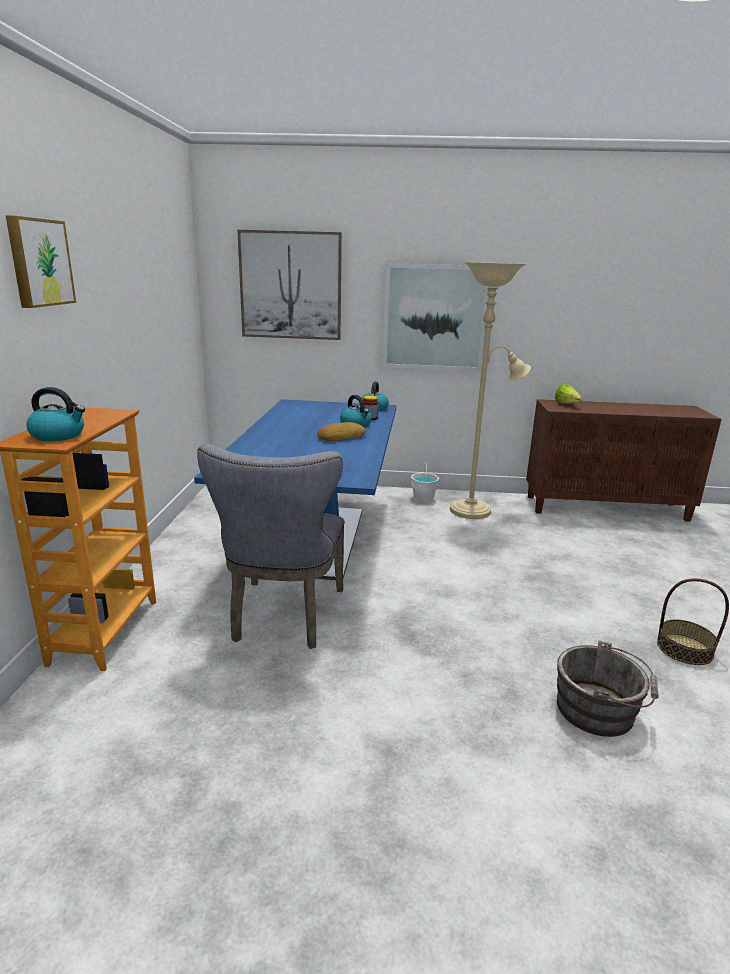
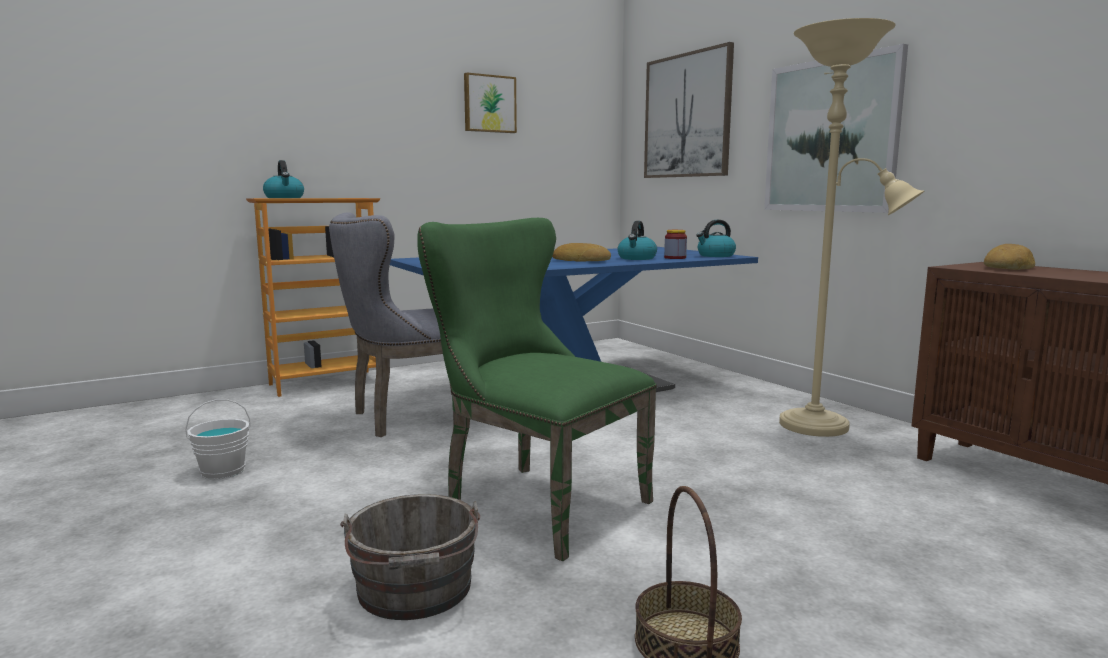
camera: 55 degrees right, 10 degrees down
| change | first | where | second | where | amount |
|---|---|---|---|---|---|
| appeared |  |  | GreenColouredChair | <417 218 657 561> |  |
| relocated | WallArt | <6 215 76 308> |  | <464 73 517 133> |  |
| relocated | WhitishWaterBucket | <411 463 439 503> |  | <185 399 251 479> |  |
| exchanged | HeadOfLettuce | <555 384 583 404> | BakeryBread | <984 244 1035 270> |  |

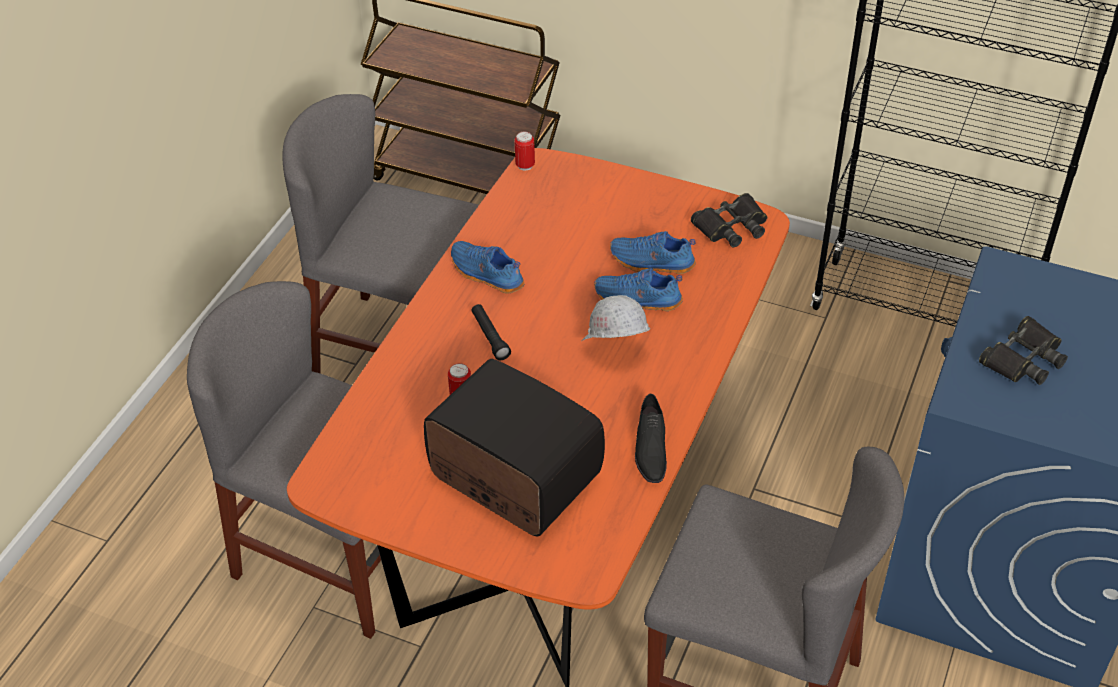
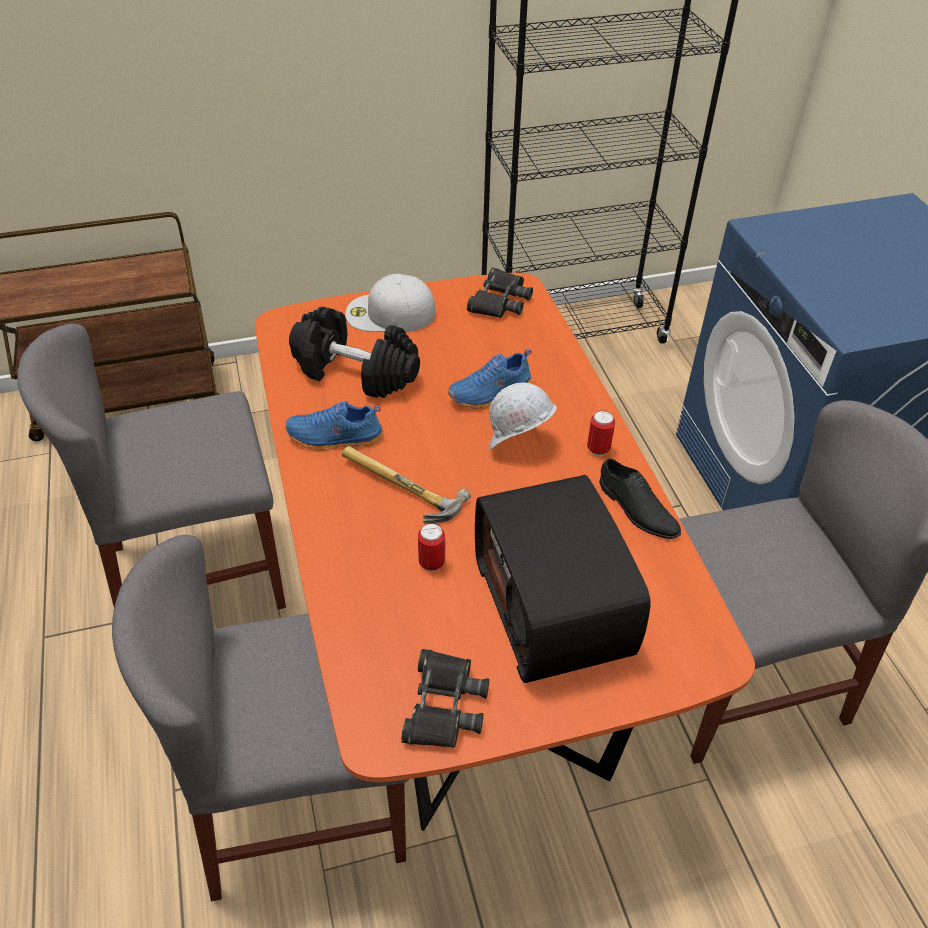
camera: 40 degrees left, 0 degrees up
| change | first | where | second | where | amount |
|---|---|---|---|---|---|
| missing | BluishShoe | <610 231 696 274> |  |  |  |
| appeared |  |  | BlackishFreeWeight | <289 307 420 398> |  |
| appeared |  |  | WhitishPeakedCap | <345 274 435 332> |  |
| relocated | Can | <515 132 535 171> |  | <587 411 615 456> |  |
| relocated | BlackishBinoculars | <979 316 1068 385> |  | <401 649 489 748> |  |
| exchanged | BlackishTorch | <471 304 511 360> | HandHammer | <342 446 471 524> |  |
| spun | RadioReceiver | <424 359 605 537> |  | <475 475 651 683> | 105 degrees counterclockwise |

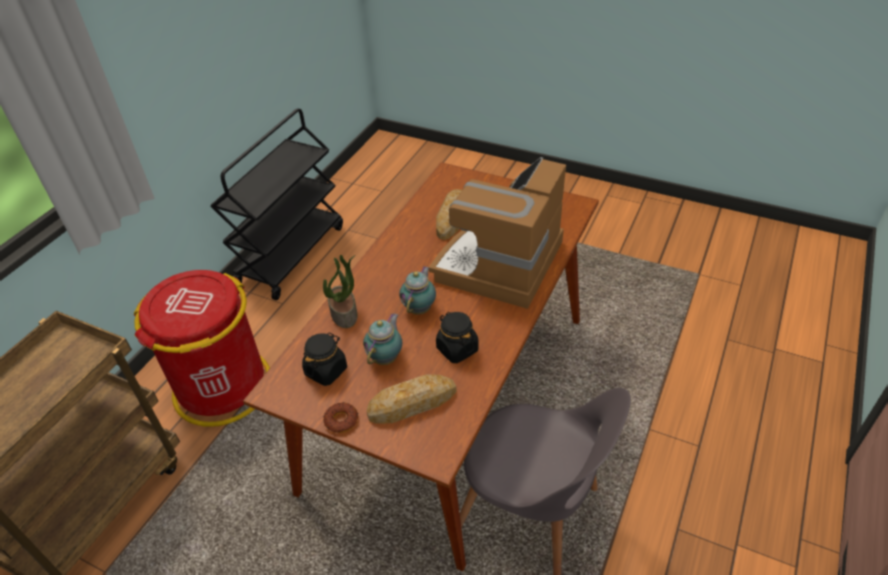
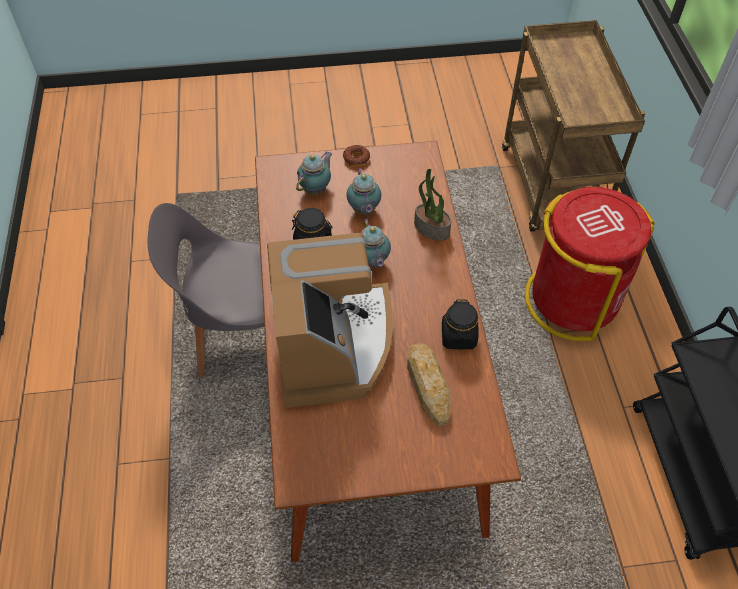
camera: 145 degrees right, 10 degrees up
| change | first | where | second | where | amount |
|---|---|---|---|---|---|
| relocated | BlackishStorageJar | <302 332 347 386> |  | <442 299 479 349> |  |
| exchanged | BakeryBread | <366 375 457 424> | PotForTea | <296 151 332 195> |  |

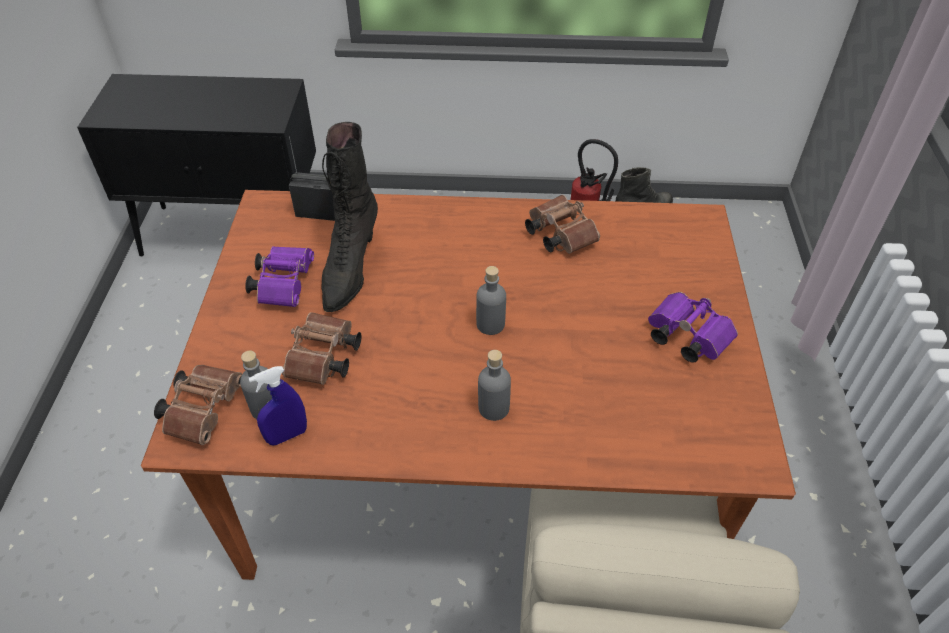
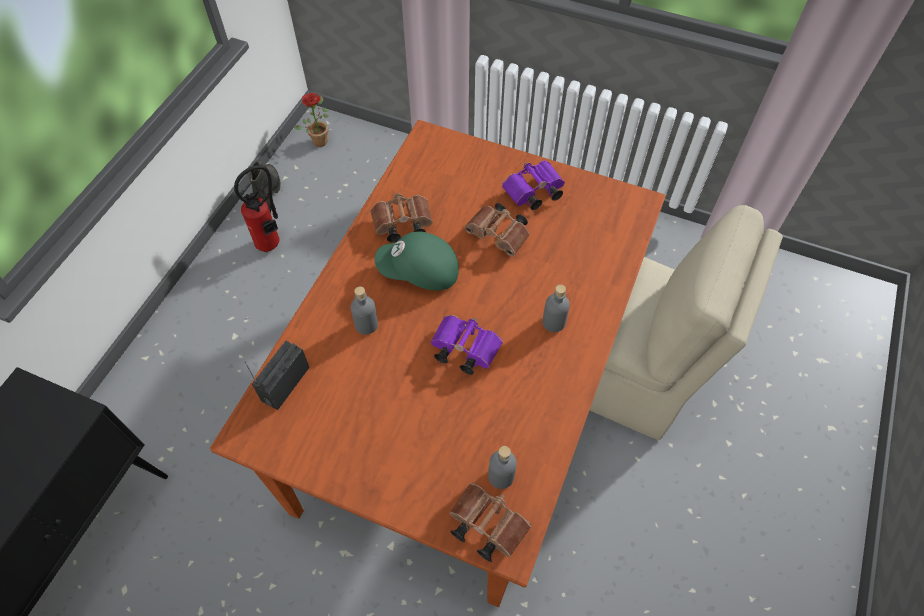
camera: 70 degrees left, 10 degrees up
| change | first | where | second | where | amount |
|---|---|---|---|---|---|
| missing | BluishHandSprayer | <249 366 307 445> |  |  |  |
| missing | BlackishBoot | <322 122 378 312> |  |  |  |
| appeared |  |  | PlantInAPot | <295 93 329 147> |  |
| appeared |  |  | GreenColouredPeakedCap | <374 231 459 291> |  |
| relocated | PurplishBinoculars | <245 246 314 307> |  | <431 315 503 375> |  |
| relocated | BrownishBinoculars | <282 313 362 385> |  | <465 203 530 256> |  |
| relocated | GreyishBeverageBottle | <476 266 506 335> |  | <351 287 378 335> |  |

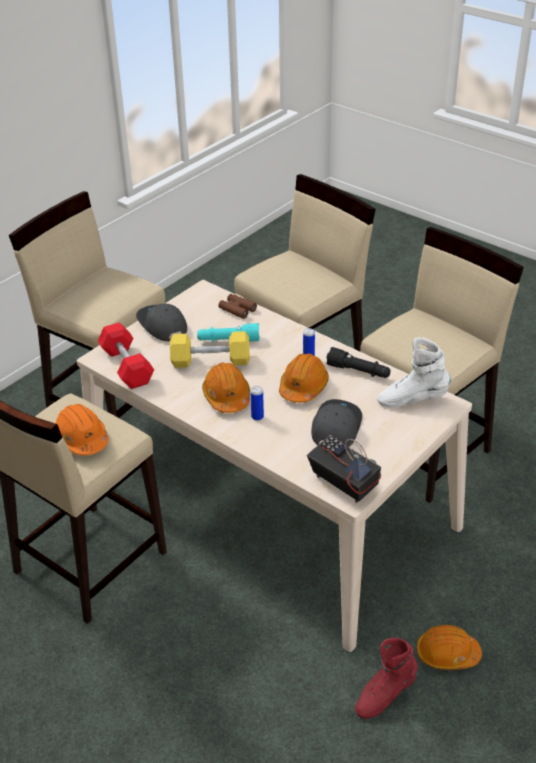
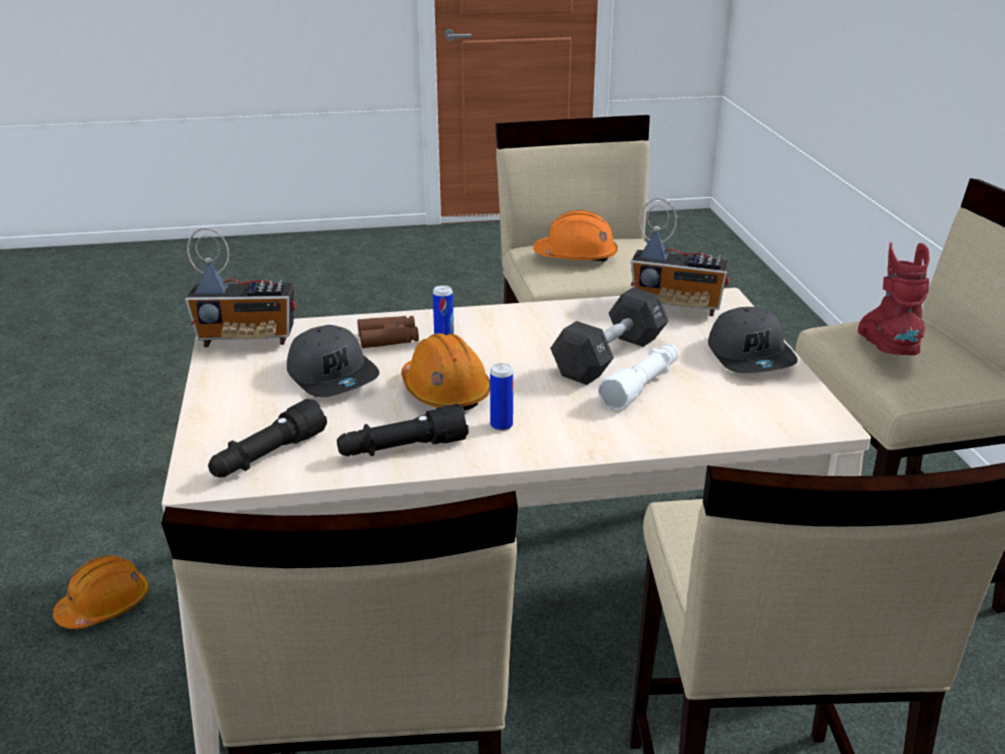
camera: 130 degrees right, 10 degrees down
| change | first | where | second | where | amount |
|---|---|---|---|---|---|
| missing | OrangeColouredSafetyHelmet | <202 363 250 413> |  |  |  |
| relocated | BrownishBinoculars | <218 294 257 319> |  | <357 316 419 348> |  |
| relocated | RedColouredBoot | <355 638 418 719> |  | <858 242 930 355> |  |
| exchanged | RedColouredFreeWeight | <98 322 154 389> | RadioReceiver | <631 198 729 316> |  |
| exchanged | WhitishBoot | <377 337 451 408> | BlackishTorch | <208 399 327 477> |  |
| colour | YellowishFreeWeight | <170 331 250 368> | BlackishFreeWeight | <550 287 669 385> |  |
| colour | TurquoiseTorch | <197 323 260 342> | WhitishTorch | <598 344 678 410> |  |
| spun | GreyishPeakedCap | <136 304 187 341> |  | <708 307 798 373> | 75 degrees clockwise |

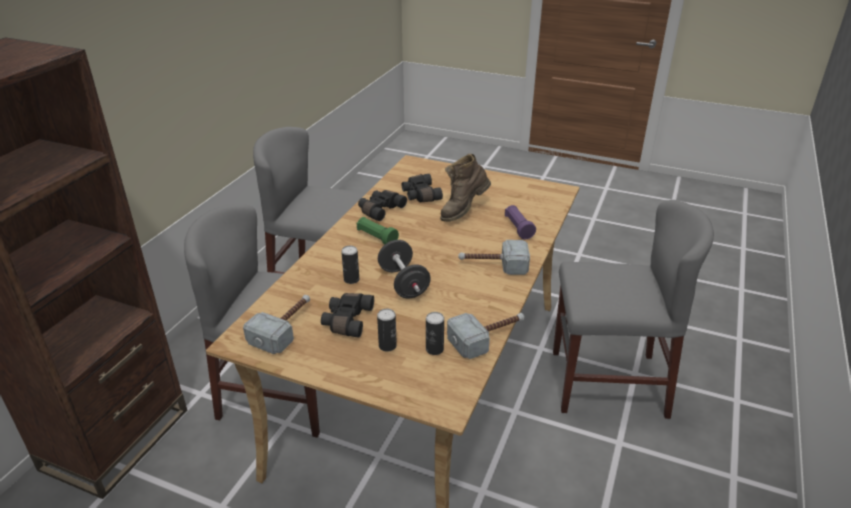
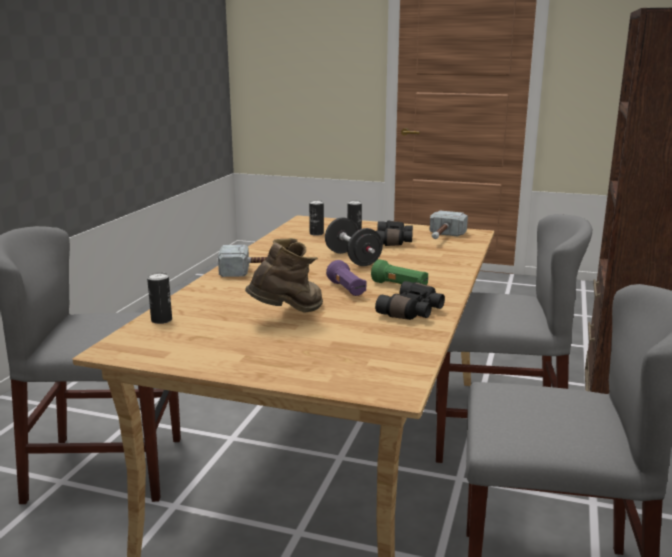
camera: 175 degrees right, 15 degrees down
| change | first | where | second | where | amount |
|---|---|---|---|---|---|
| missing | BlackishBinoculars | <401 174 443 202> |  |  |  |
| missing | HandHammer | <447 313 525 359> |  |  |  |
| relocated | Can | <341 246 359 284> |  | <147 272 172 324> |  |
| relocated | PurplishTorch | <505 205 536 239> |  | <326 260 366 296> |  |

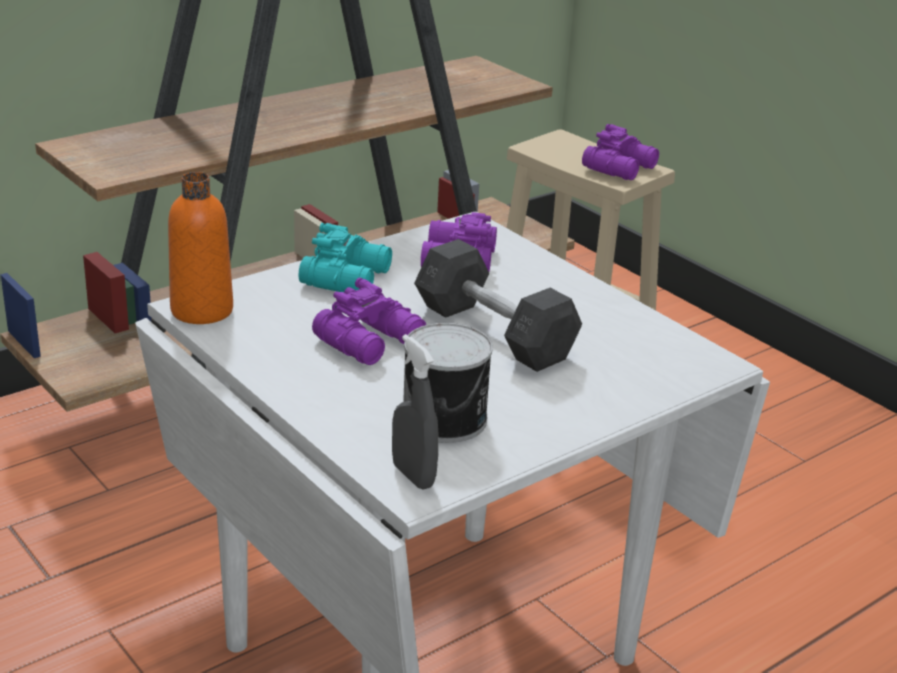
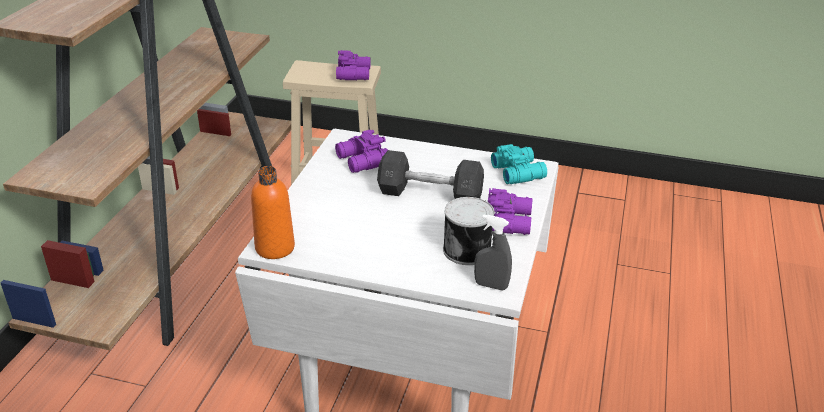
camera: 35 degrees left, 5 degrees up
| change | first | where | second | where | amount |
|---|---|---|---|---|---|
| relocated | TurquoiseBinoculars | <299 223 392 292> |  | <491 144 547 184> |  |
| relocated | PurplishBinoculars | <312 278 426 365> |  | <488 188 533 235> |  |

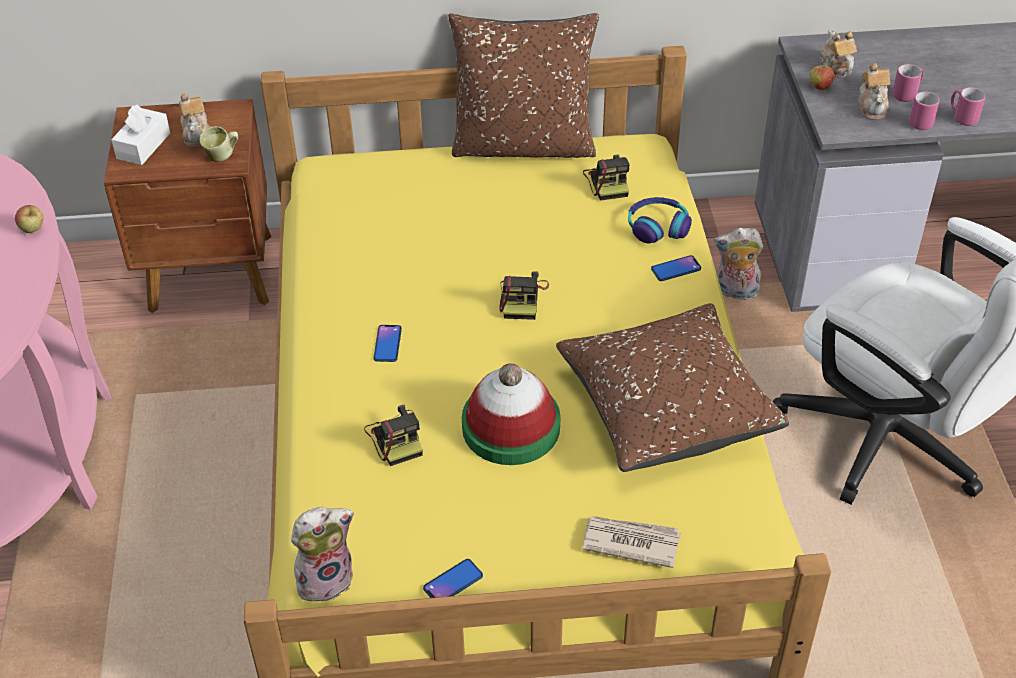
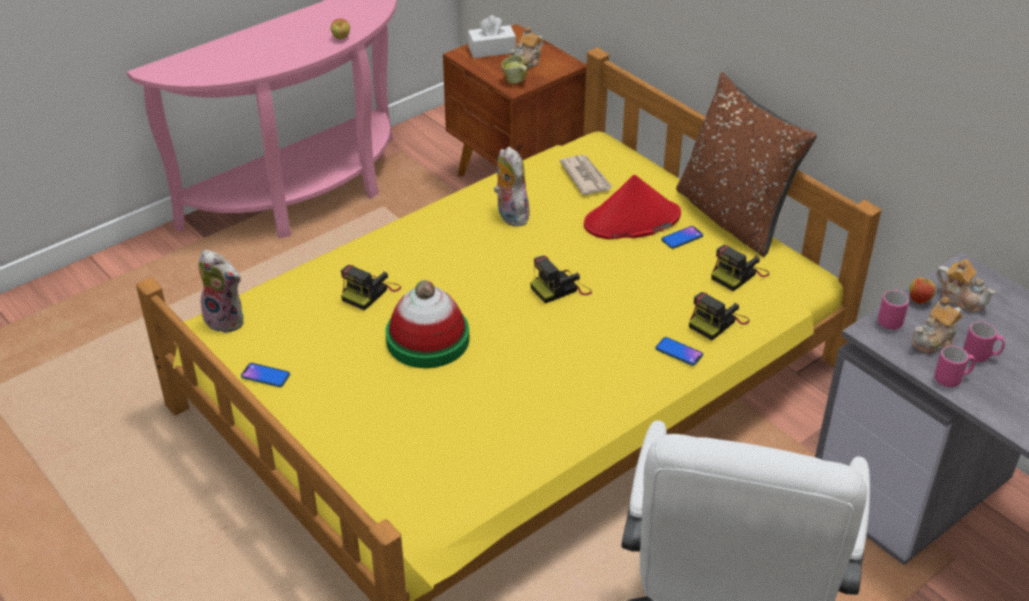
camera: 55 degrees right, 5 degrees down
| change | first | where | second | where | amount |
|---|---|---|---|---|---|
| missing | BrownishPillow | <556 303 789 472> |  |  |  |
| appeared |  |  | RedColouredClothingHat | <584 175 681 239> |  |
| relocated | Handset | <373 325 402 362> |  | <661 226 703 249> |  |
| relocated | Newspaper | <583 516 681 568> |  | <560 155 613 195> |  |
| relocated | SoftToy | <714 228 763 300> |  | <494 147 530 226> |  |
| relocated | PinkishTeaMug | <951 87 986 126> |  | <878 290 909 330> |  |
| exchanged | PairOfHeadphones | <628 197 692 243> | PhotoCamera | <689 292 750 340> |  |
| spun | PotForTea | <820 29 857 78> |  | <936 259 996 313> | 90 degrees clockwise |

